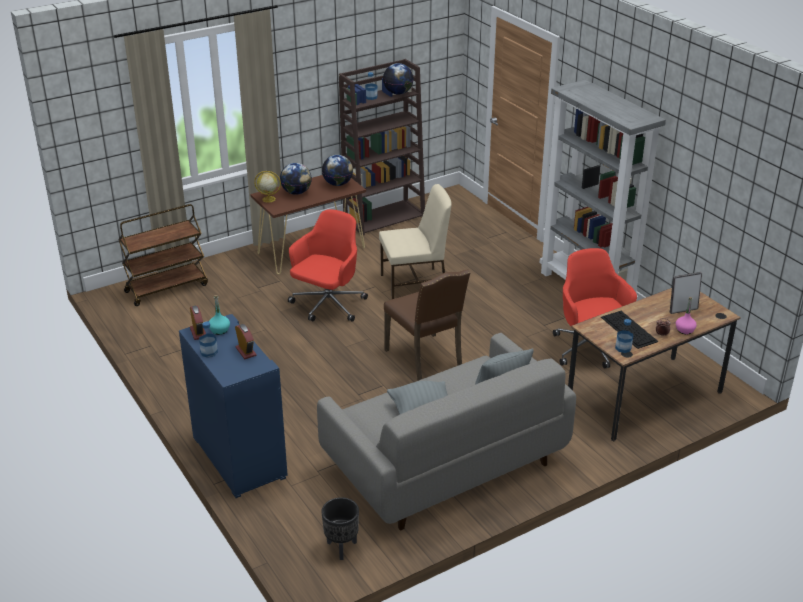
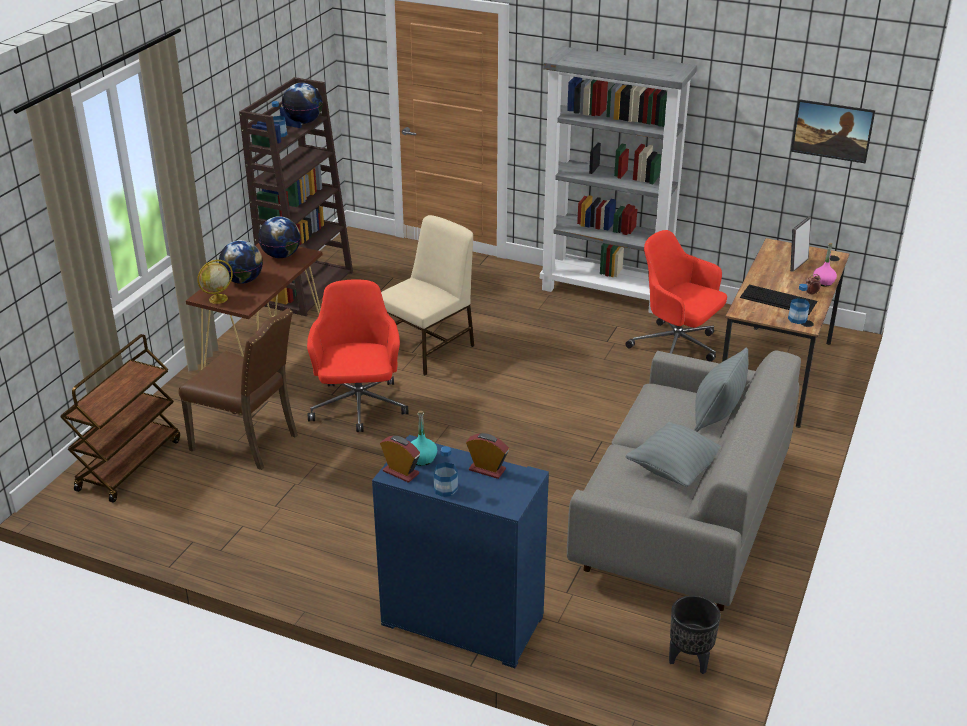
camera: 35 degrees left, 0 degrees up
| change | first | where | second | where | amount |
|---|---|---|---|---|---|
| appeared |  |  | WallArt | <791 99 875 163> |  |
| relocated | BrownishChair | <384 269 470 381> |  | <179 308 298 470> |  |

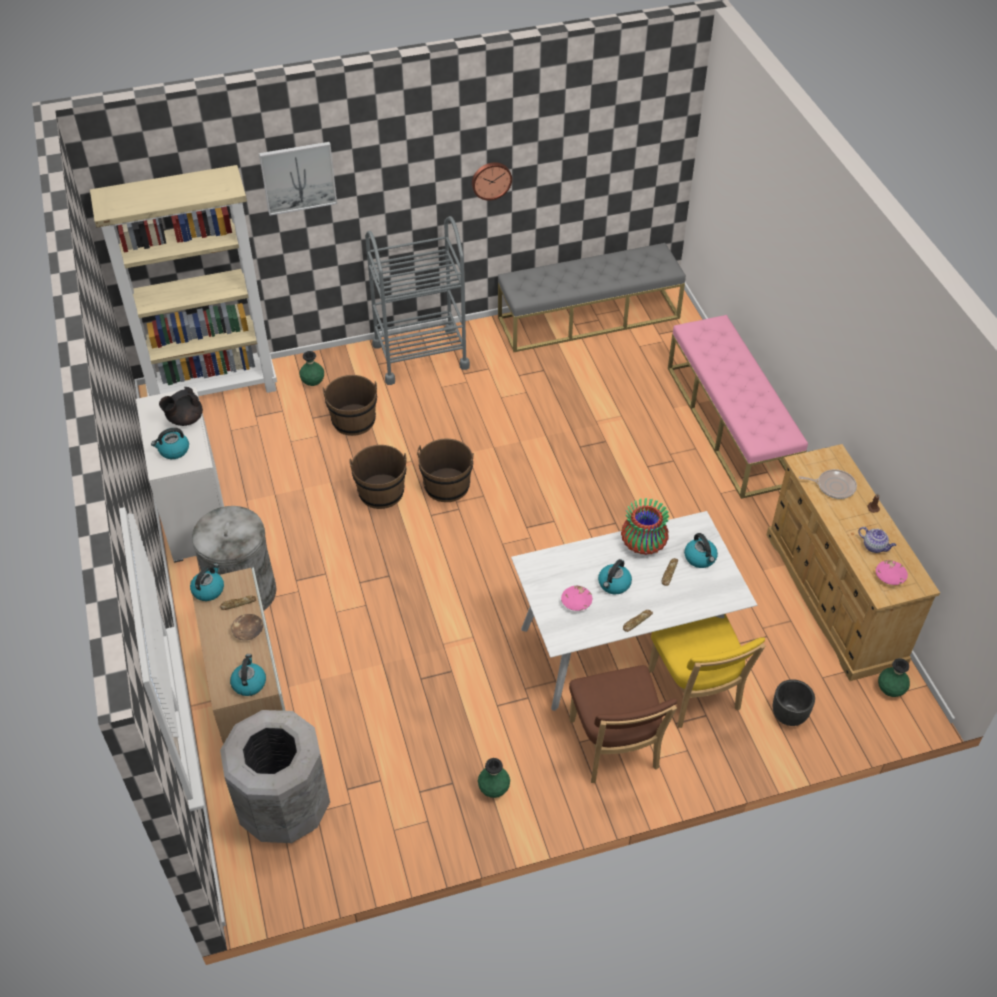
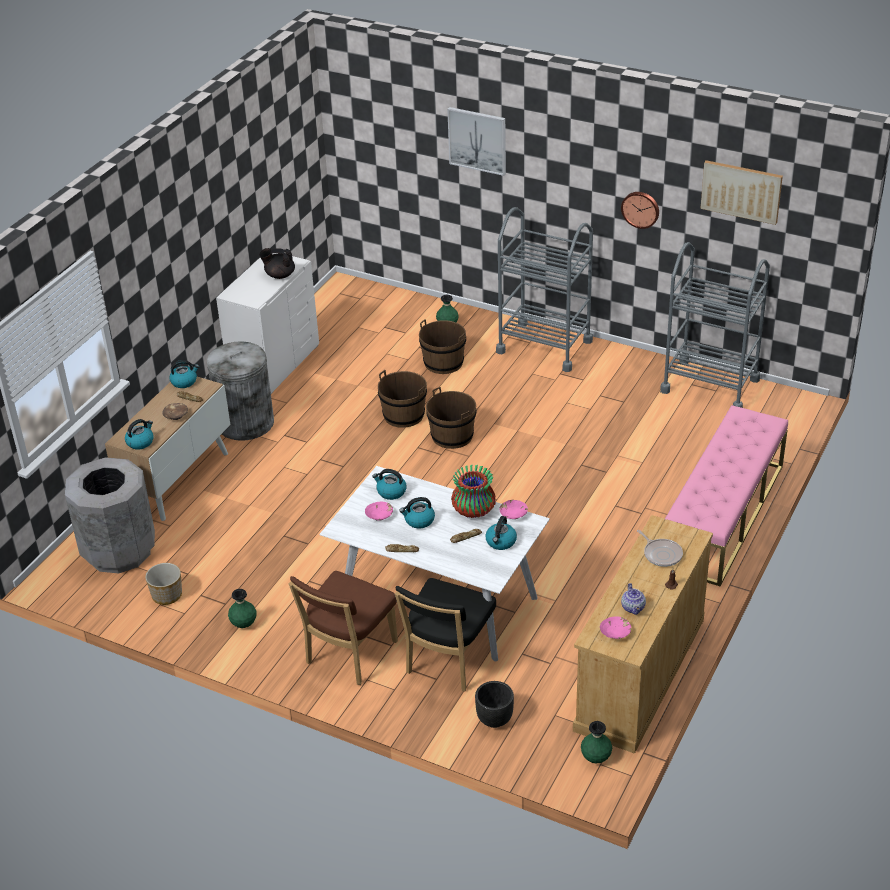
camera: 45 degrees right, 10 degrees down
| change | first | where | second | where | amount |
|---|---|---|---|---|---|
| missing | BeigeBookshelf | <90 165 277 396> |  |  |  |
| appeared |  |  | Planter | <145 563 182 605> |  |
| appeared |  |  | PinkishServingBowl | <500 500 528 519> |  |
| appeared |  |  | WallArt | <700 160 783 225> |  |
| relocated | WaterKettle | <151 428 189 459> |  | <372 469 407 500> |  |
| exchanged | GreyishIndoorBench | <498 243 686 352> | GreyishCart | <660 242 770 408> |  |
| colour | YellowishChair | <648 614 765 728> | BlackishChair | <395 578 496 691> |  |

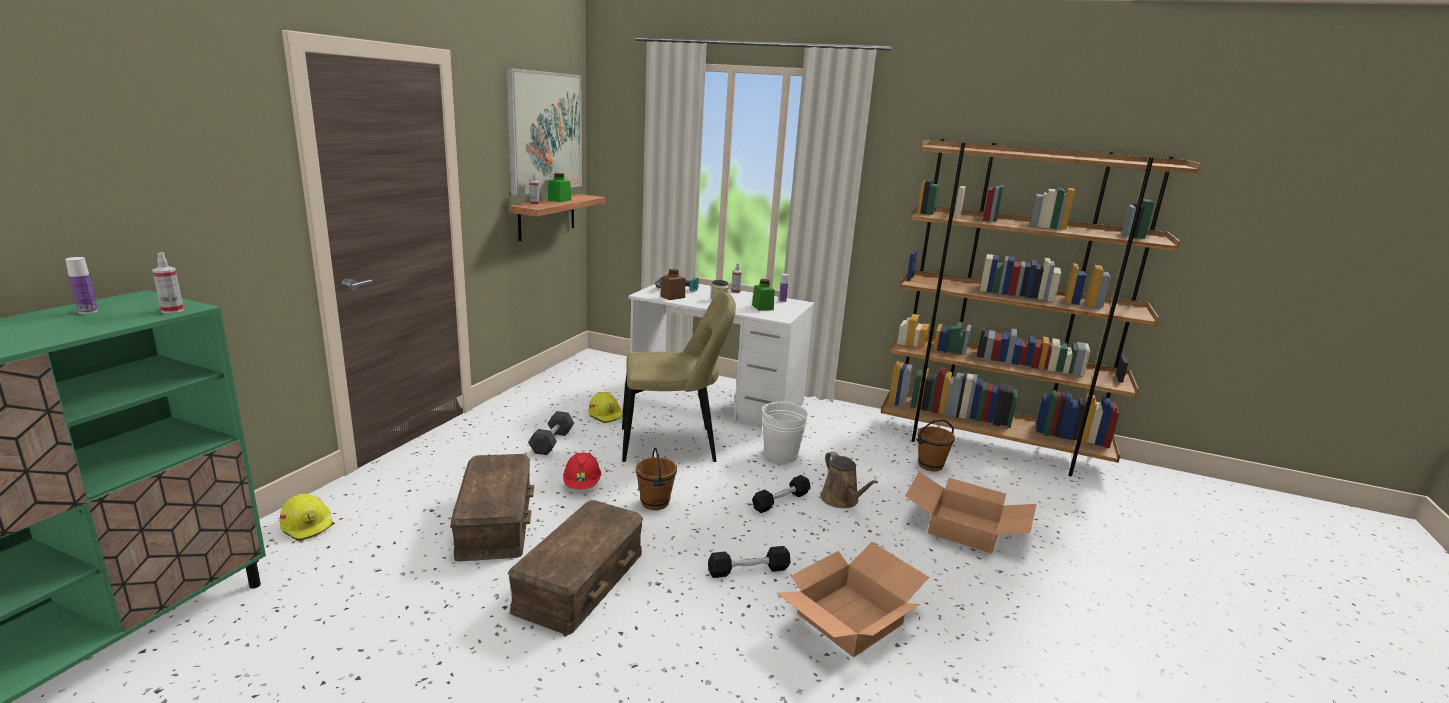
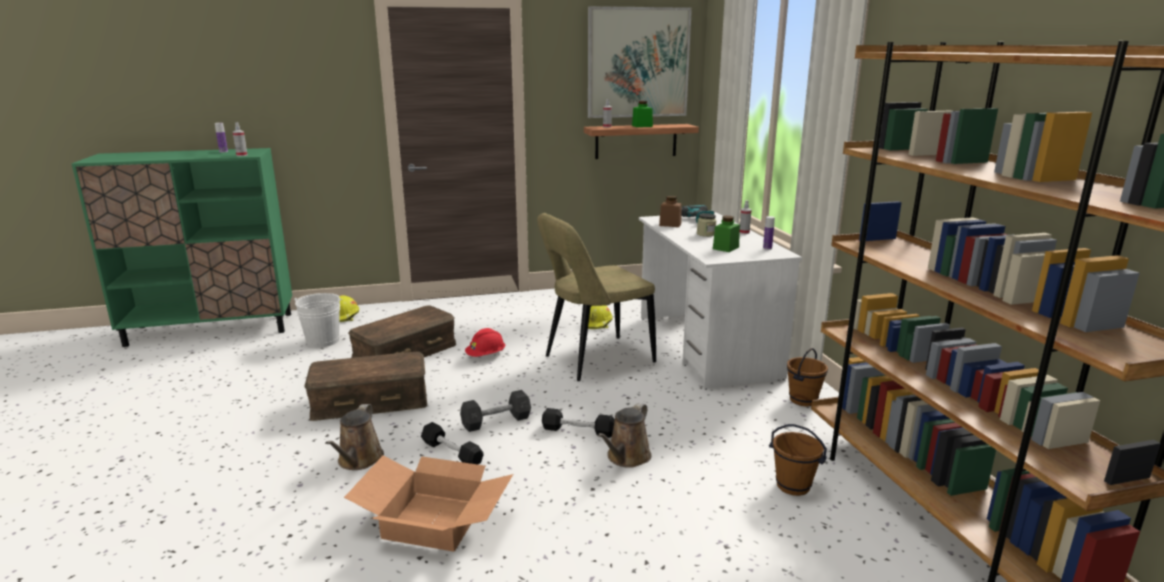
camera: 55 degrees right, 0 degrees up
| change | first | where | second | where | amount |
|---|---|---|---|---|---|
| missing | PackingBox | <905 471 1036 554> |  |  |  |
| appeared |  |  | BrownishWateringCan | <325 404 384 470> |  |
| relocated | GreyishFreeWeight | <528 411 574 455> |  | <460 390 531 432> |  |
| relocated | BrownishWaterBucket | <636 448 677 510> |  | <787 348 828 406> |  |
| relocated | WhitishWaterBucket | <762 401 808 463> |  | <294 293 342 348> |  |
| spun | BeigeChair | <622 292 736 462> |  | <537 213 656 381> | 105 degrees clockwise |

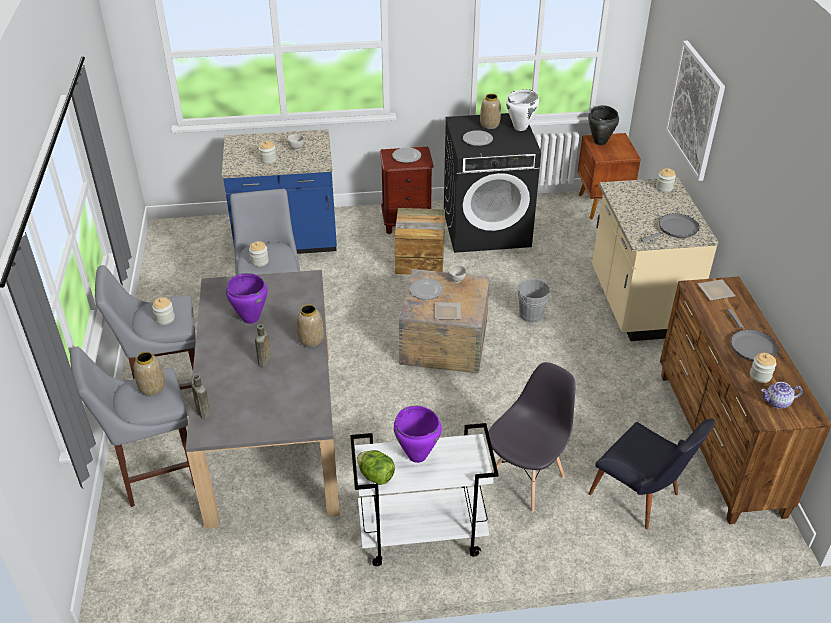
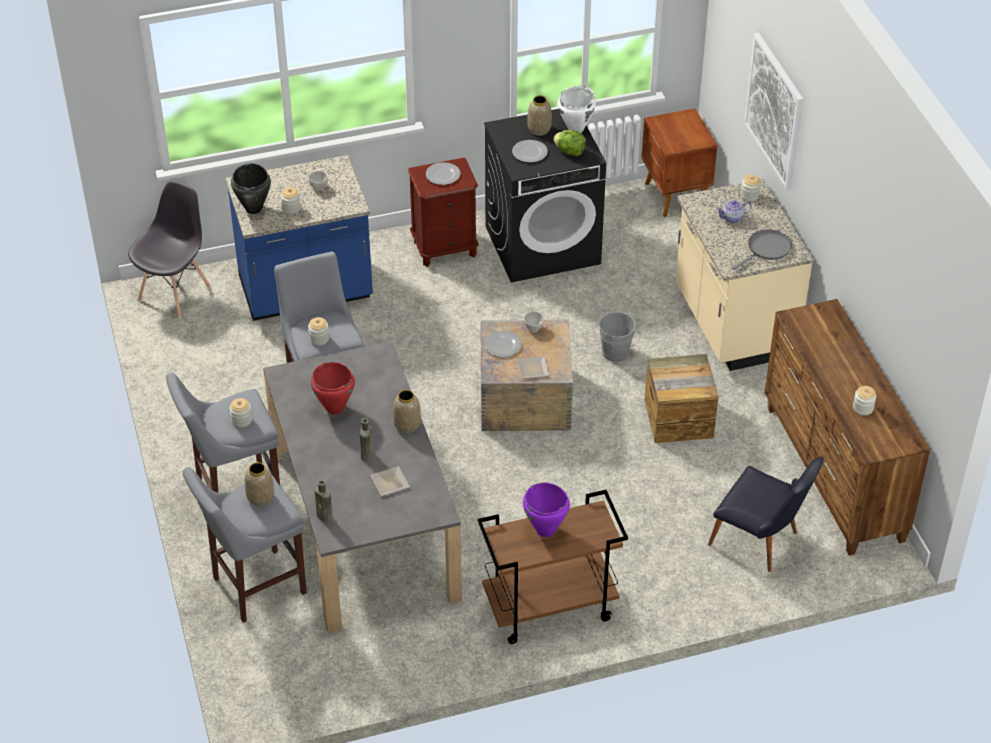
camera: 10 degrees left, 5 degrees up
| change | first | where | second | where | amount |
|---|---|---|---|---|---|
| missing | GreyishSkillet | <727 309 779 362> |  |  |  |
| relocated | HeadOfLettuce | <357 450 395 485> |  | <553 130 586 156> |  |
| relocated | Crate | <394 208 445 274> |  | <644 354 719 443> |  |
| relocated | GreyishChair | <488 362 576 512> |  | <128 181 211 318> |  |
| relocated | BlackishCookingPot | <588 105 619 145> |  | <231 163 271 214> |  |
| relocated | Plate | <698 280 735 301> |  | <370 466 410 496> |  |
| relocated | PotForTea | <761 382 802 409> |  | <716 200 752 223> |  |
| colour | PurplishCookingPot | <226 273 267 324> | RedColouredCookingPot | <311 362 355 415> |  |
| colour | WhitishCart | <350 423 499 566> | BrownishCart | <477 490 628 644> |  |

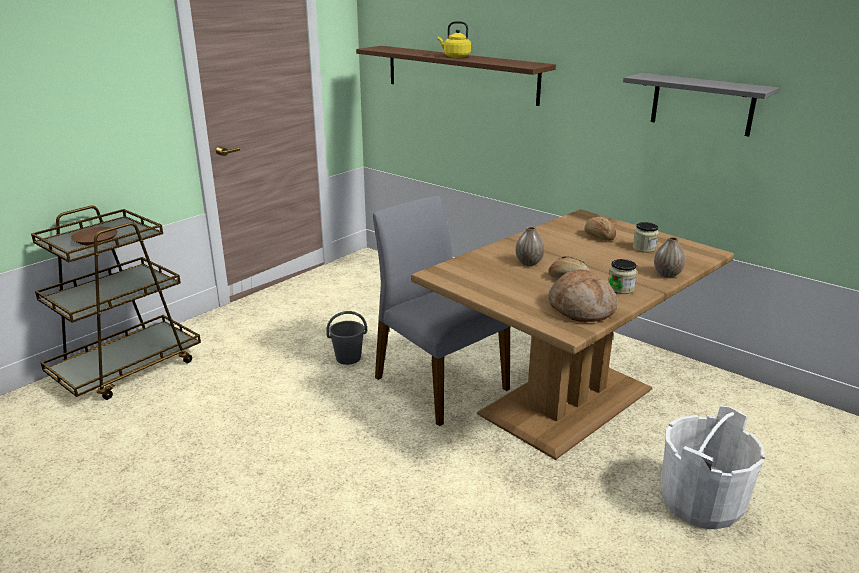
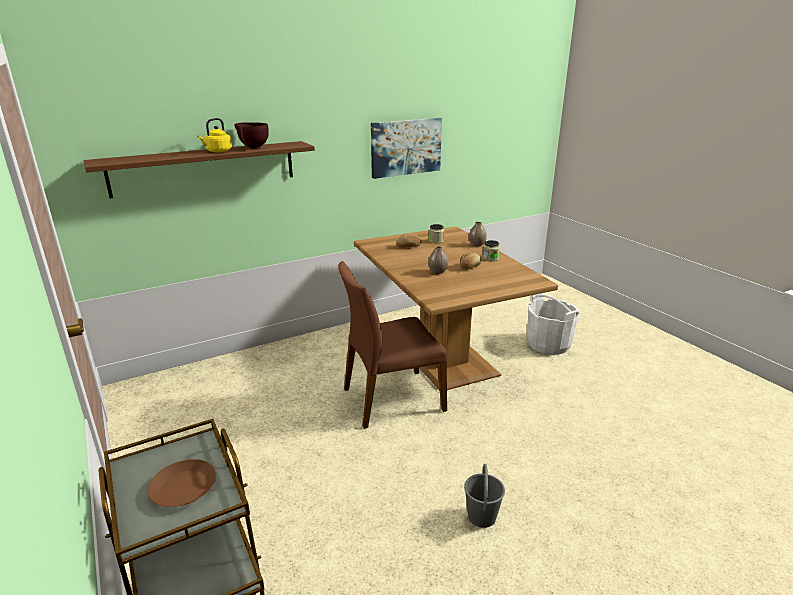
camera: 70 degrees left, 0 degrees up
| change | first | where | second | where | amount |
|---|---|---|---|---|---|
| missing | BakeryBread | <548 269 618 322> |  |  |  |
| appeared |  |  | BrownishServingBowl | <234 122 269 149> |  |
| relocated | GreyishWaterBucket | <326 311 367 365> |  | <464 464 505 528> |  |
| exchanged | GreyishBracketShelf | <623 73 779 137> | WallArt | <371 118 442 179> |  |
| colour | GreyishChair | <373 196 510 426> | BrownishChair | <338 261 447 429> |  |

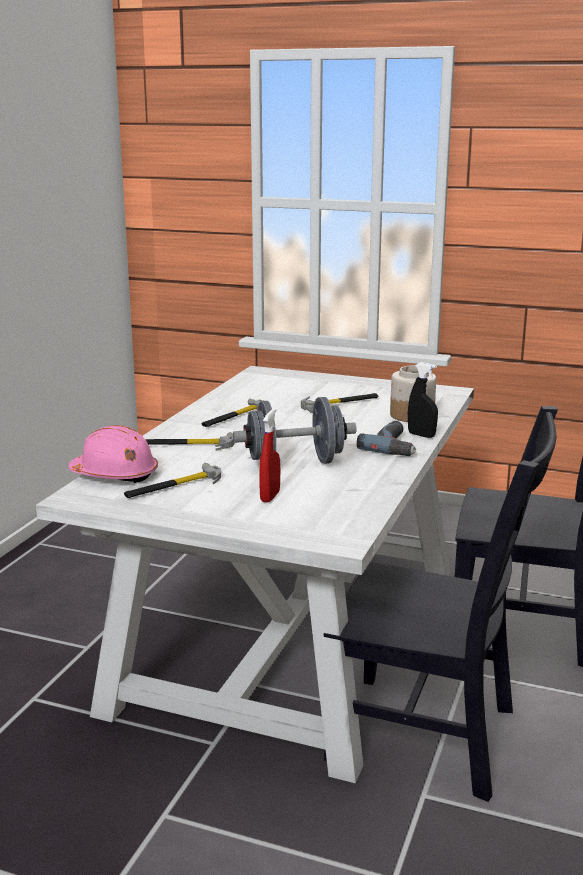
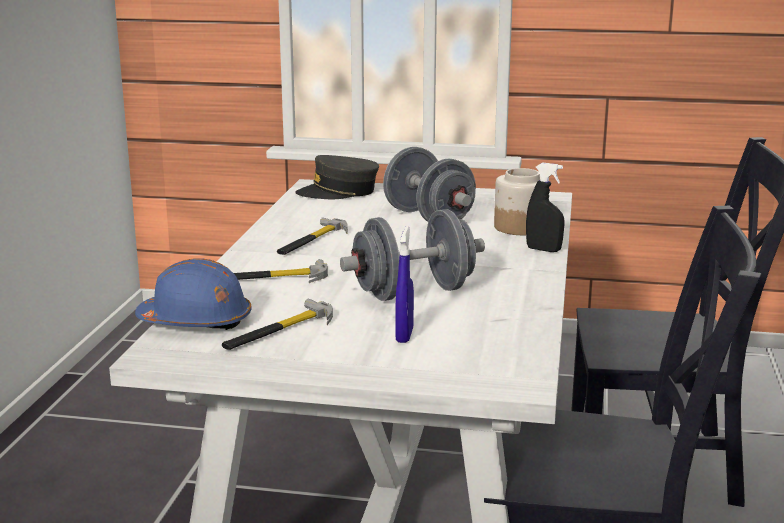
camera: 10 degrees left, 0 degrees up
| change | first | where | second | where | amount |
|---|---|---|---|---|---|
| missing | PowerDrill | <357 421 416 456> |  |  |  |
| appeared |  |  | GreyishPeakedCap | <295 155 379 199> |  |
| exchanged | HandHammer | <301 393 378 413> | GreyishFreeWeight | <383 147 476 222> |  |
| colour | PinkishSafetyHelmet | <68 425 158 483> | BluishSafetyHelmet | <135 258 252 330> |  |
| colour | RedColouredHandSprayer | <259 409 280 502> | BluishHandSprayer | <395 226 414 343> |  |

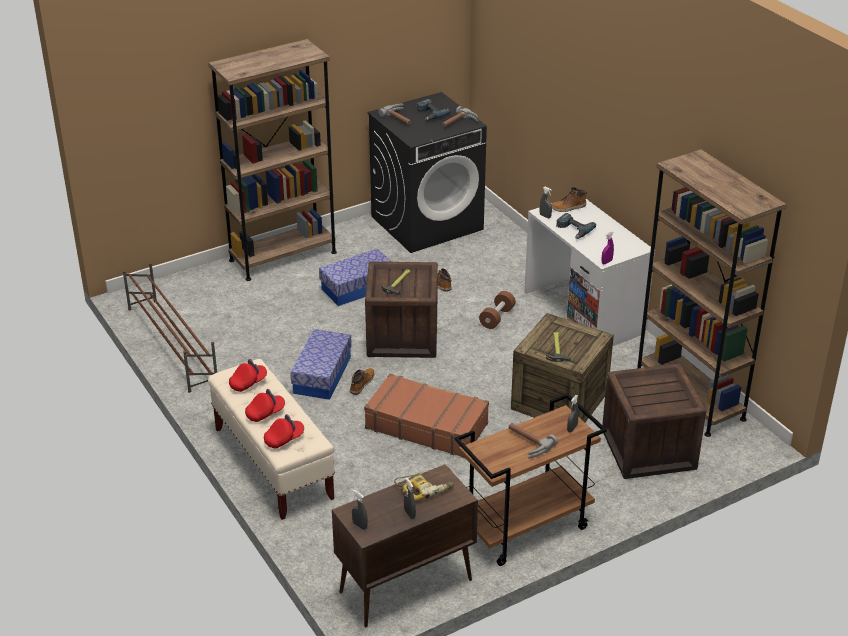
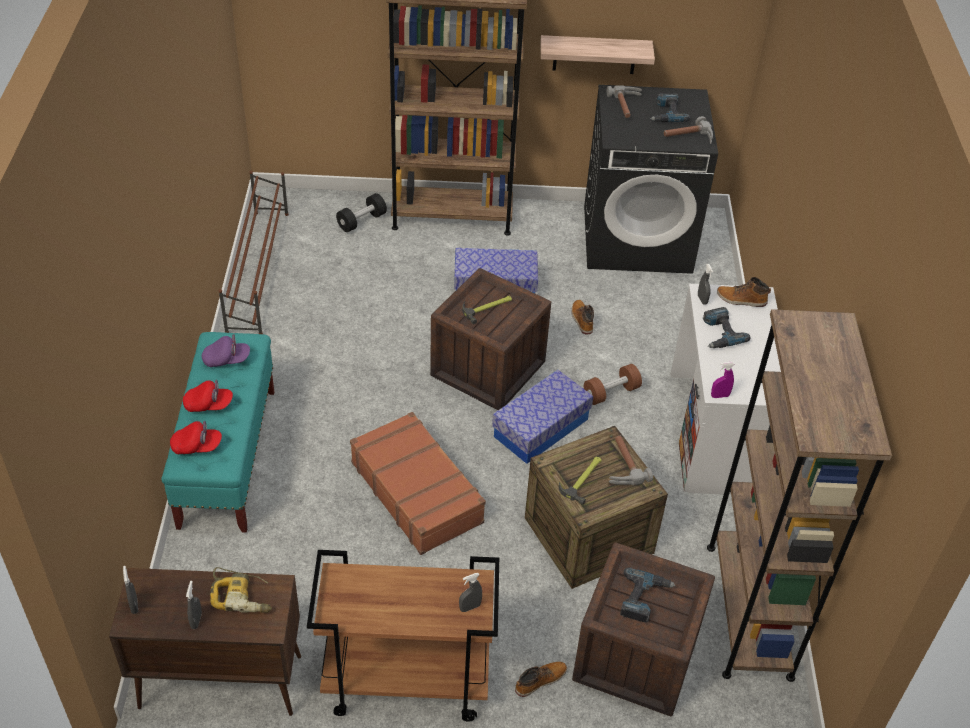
camera: 30 degrees right, 10 degrees up
| change | first | where | second | where | amount |
|---|---|---|---|---|---|
| appeared |  |  | BlackishFreeWeight | <336 193 387 232> |  |
| appeared |  |  | BracketShelf | <541 35 655 74> |  |
| appeared |  |  | PowerDrill | <620 568 676 623> |  |
| relocated | StorageBin | <290 329 352 400> |  | <492 370 593 464> |  |
| relocated | Boot | <350 368 375 395> |  | <515 661 567 697> |  |
| relocated | HandHammer | <509 423 558 459> |  | <609 436 653 485> |  |
| colour | BeigeIndoorBench | <208 359 335 520> | TurquoiseIndoorBench | <161 332 274 533> |  |
| colour | RedColouredPeakedCap | <229 359 267 392> | PurplishPeakedCap | <202 334 250 367> |  |

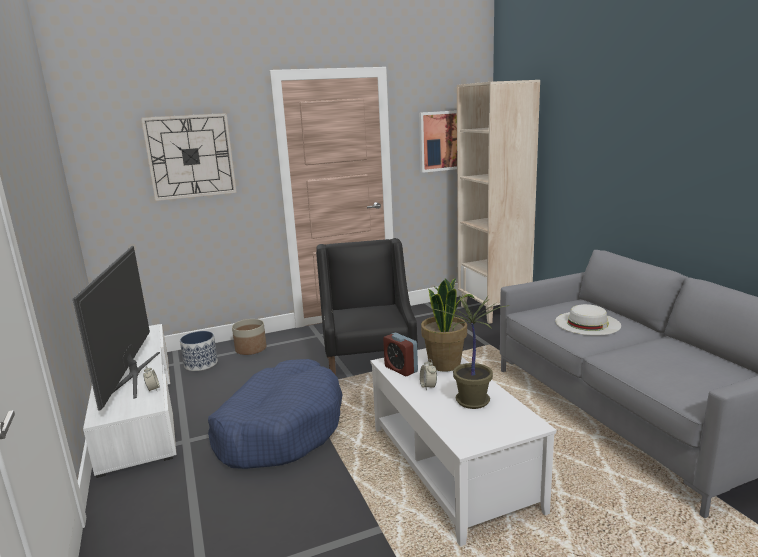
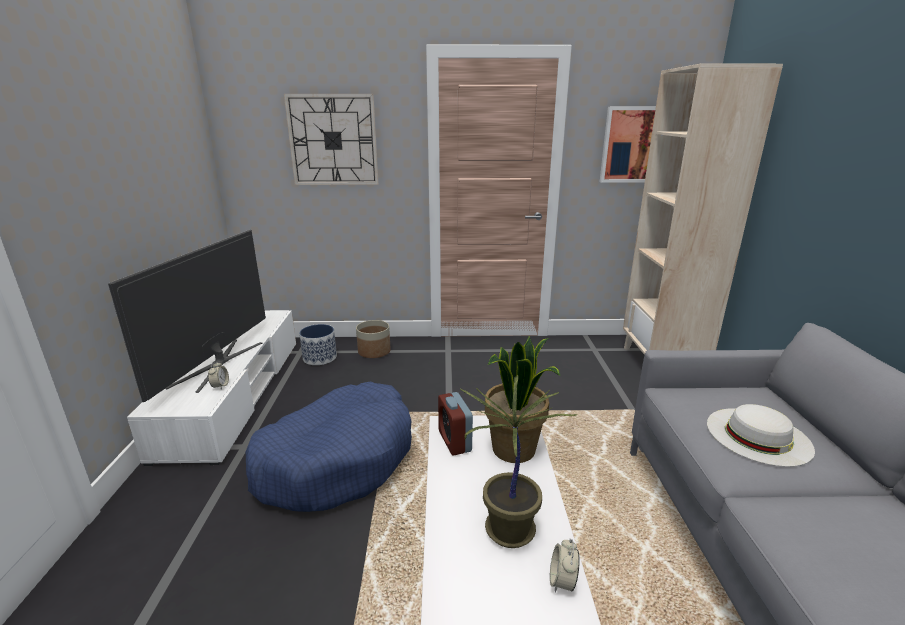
camera: 20 degrees right, 5 degrees up
| change | first | where | second | where | amount |
|---|---|---|---|---|---|
| missing | BlackishEasyChair | <316 238 418 375> |  |  |  |
| relocated | AlarmClock | <420 359 437 391> |  | <550 539 580 593> |  |

